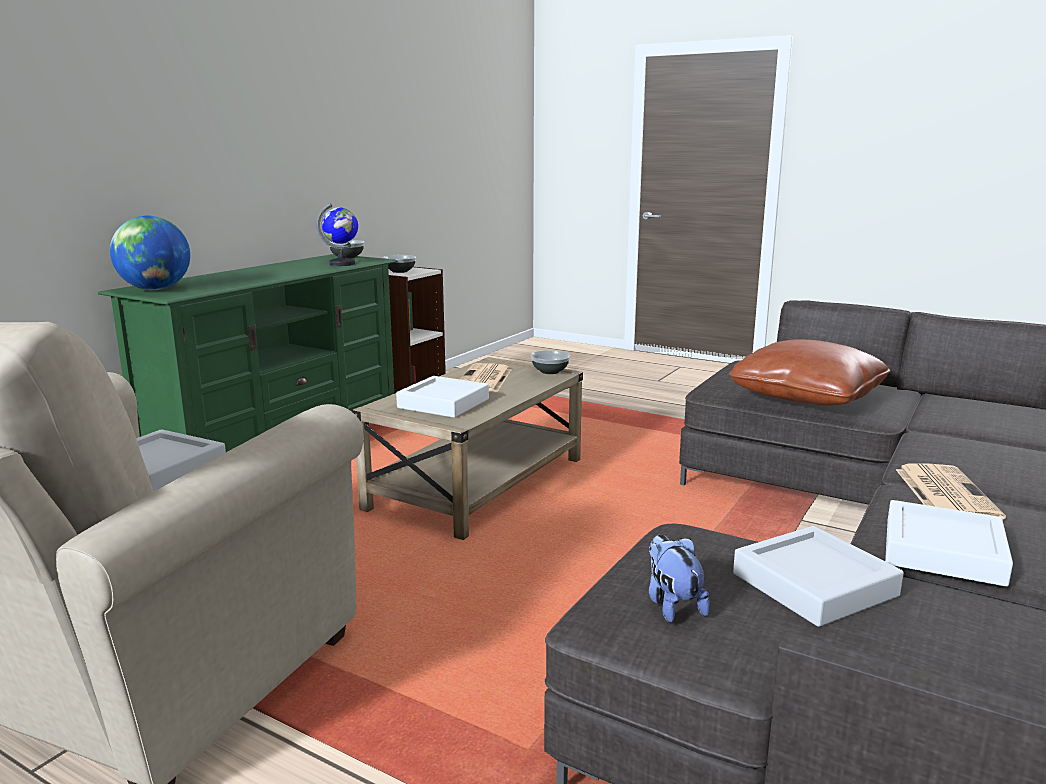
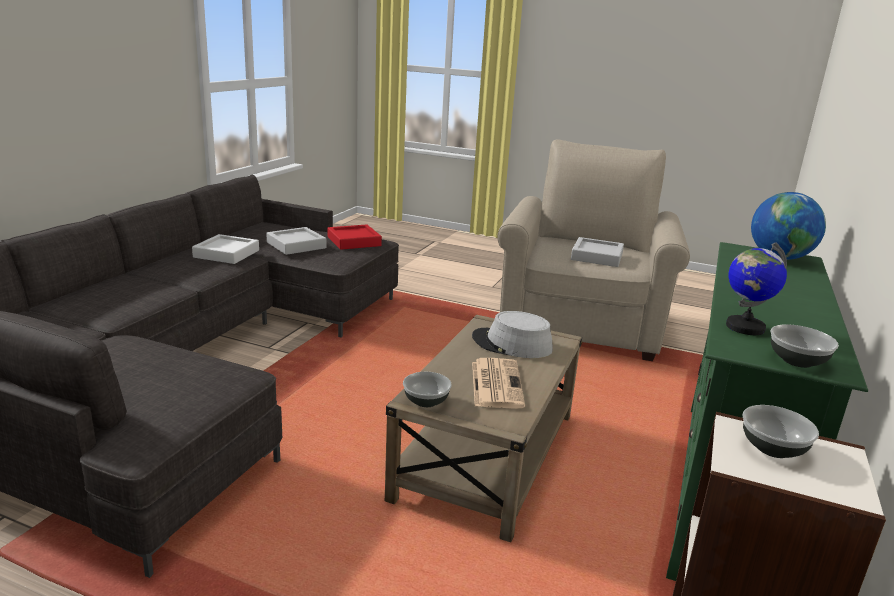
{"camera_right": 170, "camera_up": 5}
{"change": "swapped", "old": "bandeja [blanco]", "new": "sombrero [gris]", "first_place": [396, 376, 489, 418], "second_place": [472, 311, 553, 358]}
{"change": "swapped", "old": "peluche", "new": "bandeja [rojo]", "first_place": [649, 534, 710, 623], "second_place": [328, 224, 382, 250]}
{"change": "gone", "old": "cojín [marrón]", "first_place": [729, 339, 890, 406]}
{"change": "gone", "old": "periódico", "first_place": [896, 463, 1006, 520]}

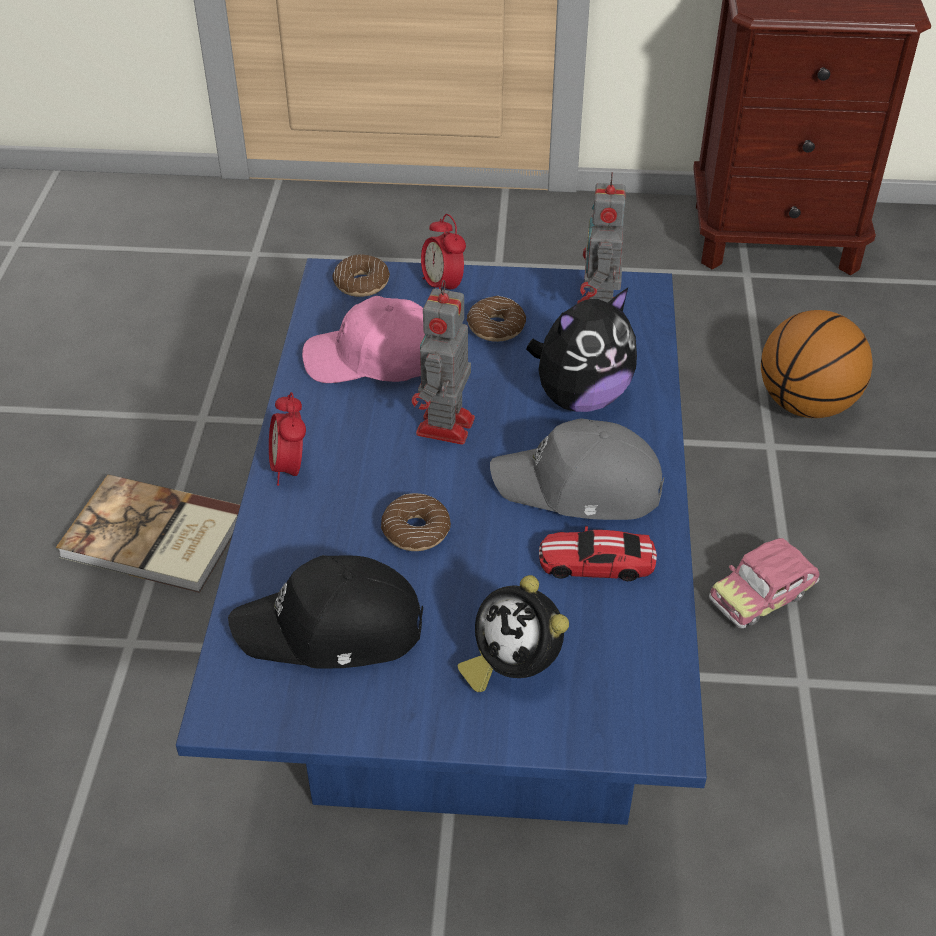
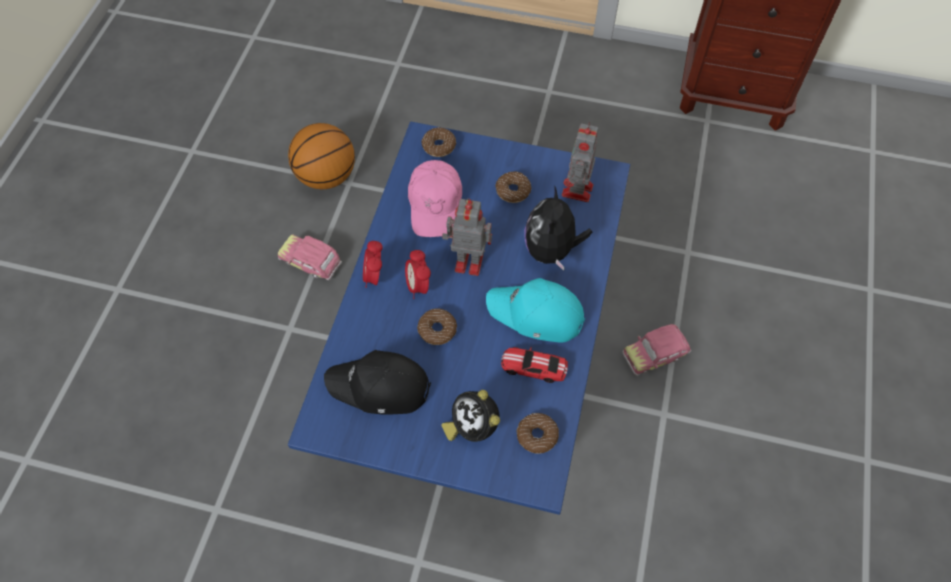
{"camera_right": 10, "camera_up": 15}
{"change": "swapped", "old": "libro", "new": "coche de juguete", "first_place": [56, 474, 240, 593], "second_place": [278, 235, 342, 280]}
{"change": "rotated", "old": "gorra [rosa]", "first_place": [302, 296, 425, 383], "second_place": [408, 160, 462, 237], "degrees": -105}
{"change": "rotated", "old": "robot de juguete", "first_place": [411, 279, 475, 445], "second_place": [442, 198, 492, 276], "degrees": 75}
{"change": "shifted", "old": "despertador", "first_place": [421, 214, 466, 290], "second_place": [405, 250, 431, 299]}
{"change": "repainted", "old": "gorra [gris]", "new": "gorra [turquesa]", "first_place": [490, 419, 664, 520], "second_place": [486, 278, 586, 343]}
{"change": "rotated", "old": "peluche", "first_place": [526, 288, 637, 412], "second_place": [524, 185, 592, 271], "degrees": 120}
{"change": "shifted", "old": "balón de baloncesto", "first_place": [761, 310, 873, 418], "second_place": [288, 123, 355, 189]}
{"change": "new", "new": "rosquilla", "second_place": [516, 413, 559, 454]}

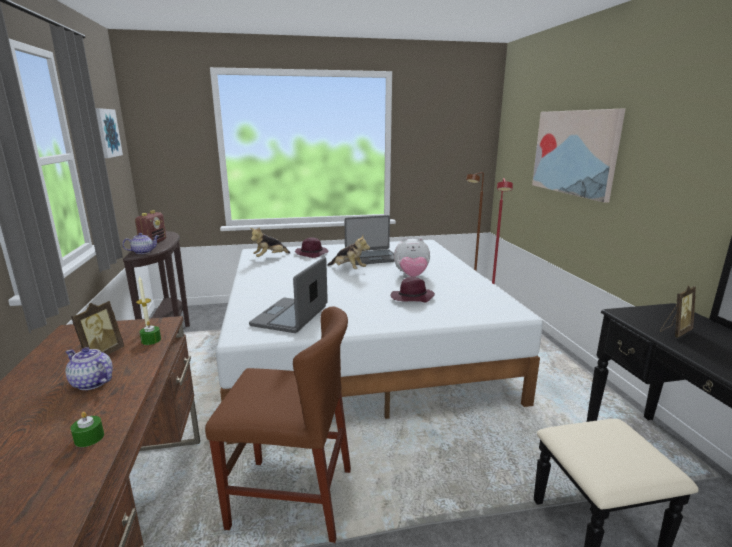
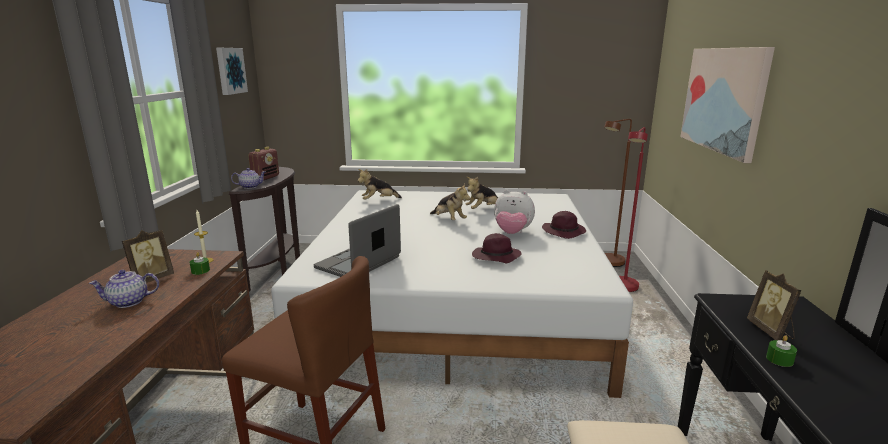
{"camera_right": 15, "camera_up": 0}
{"change": "rotated", "old": "tetera", "first_place": [66, 347, 113, 390], "second_place": [89, 270, 159, 308], "degrees": -60}
{"change": "shifted", "old": "vela [verde]", "first_place": [71, 412, 104, 447], "second_place": [766, 335, 797, 367]}
{"change": "shifted", "old": "sombrero [morado]", "first_place": [295, 237, 329, 258], "second_place": [542, 211, 586, 239]}
{"change": "swapped", "old": "portátil", "new": "peluche", "first_place": [345, 215, 395, 265], "second_place": [465, 177, 498, 209]}
{"change": "rotated", "old": "portarretratos", "first_place": [660, 285, 696, 338], "second_place": [747, 270, 802, 340], "degrees": 105}

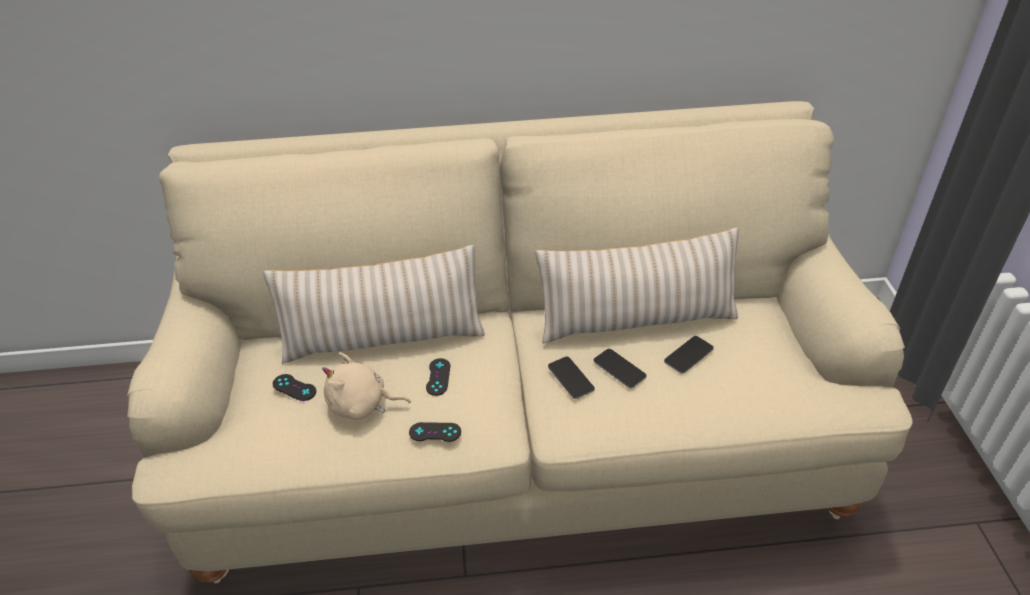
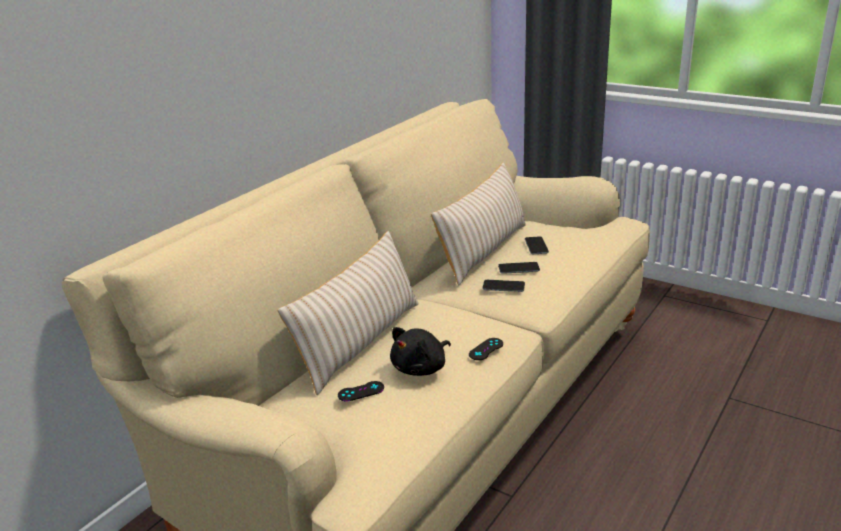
{"camera_right": -50, "camera_up": -15}
{"change": "repainted", "old": "peluche [beis]", "new": "peluche [negro]", "first_place": [322, 352, 411, 420], "second_place": [390, 327, 451, 376]}
{"change": "gone", "old": "mando de consola [negro]", "first_place": [426, 358, 450, 396]}

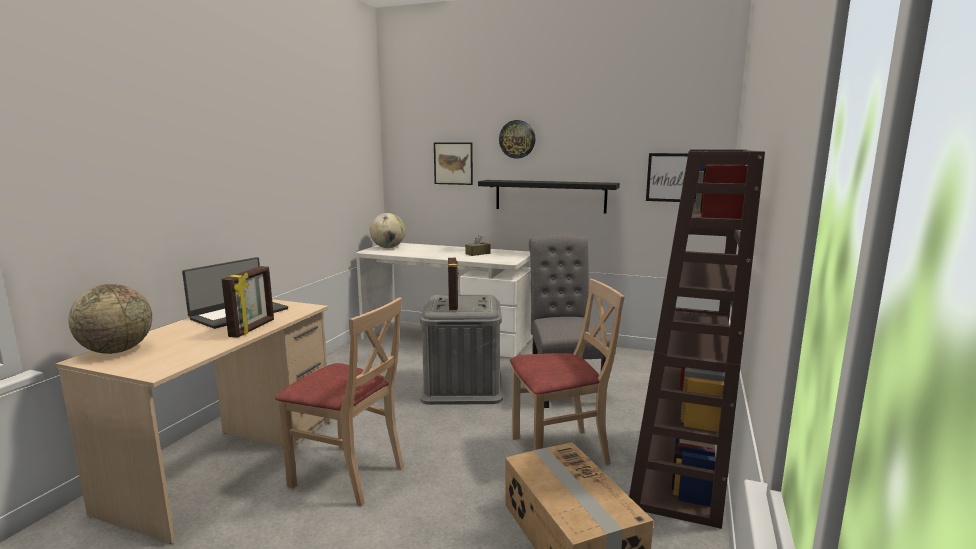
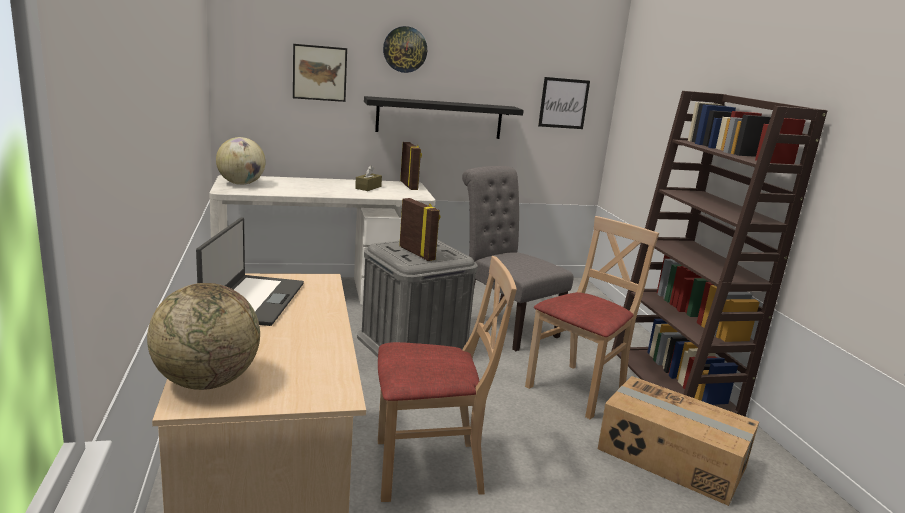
{"camera_right": -35, "camera_up": 5}
{"change": "shifted", "old": "portarretratos", "first_place": [222, 266, 274, 338], "second_place": [400, 142, 422, 190]}

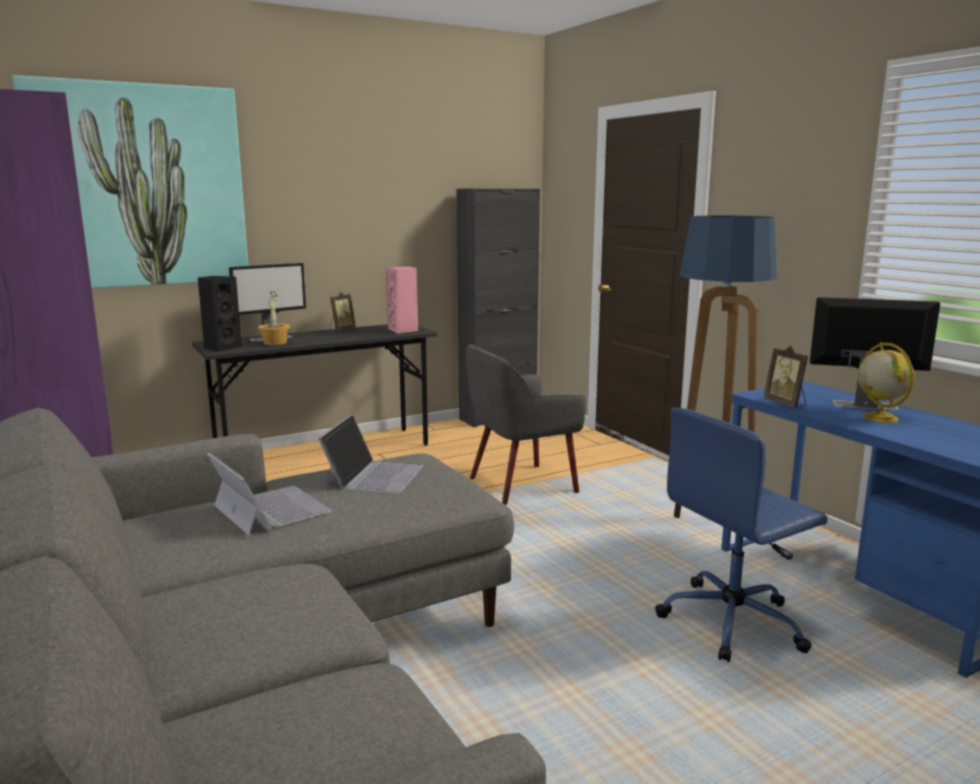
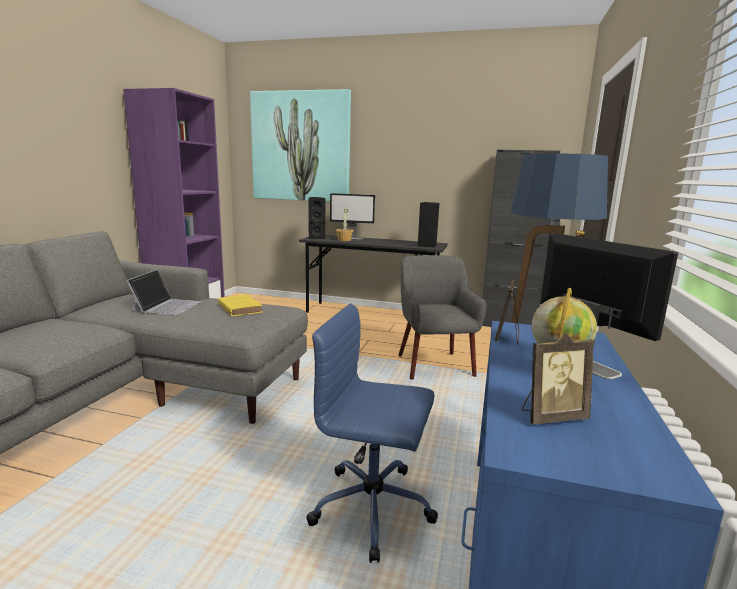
{"camera_right": 45, "camera_up": 0}
{"change": "swapped", "old": "portátil", "new": "libro [amarillo]", "first_place": [318, 414, 423, 494], "second_place": [218, 294, 263, 316]}
{"change": "shifted", "old": "portarretratos", "first_place": [329, 291, 356, 331], "second_place": [522, 332, 594, 424]}
{"change": "repainted", "old": "altavoz [rosa]", "new": "altavoz [negro]", "first_place": [386, 266, 419, 334], "second_place": [418, 202, 439, 247]}
{"change": "rotated", "old": "sillón [gris]", "first_place": [466, 344, 586, 505], "second_place": [398, 255, 487, 380], "degrees": 60}

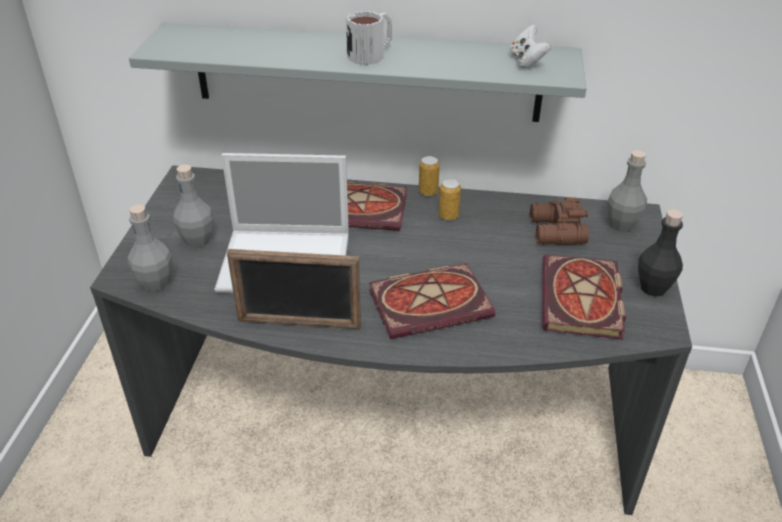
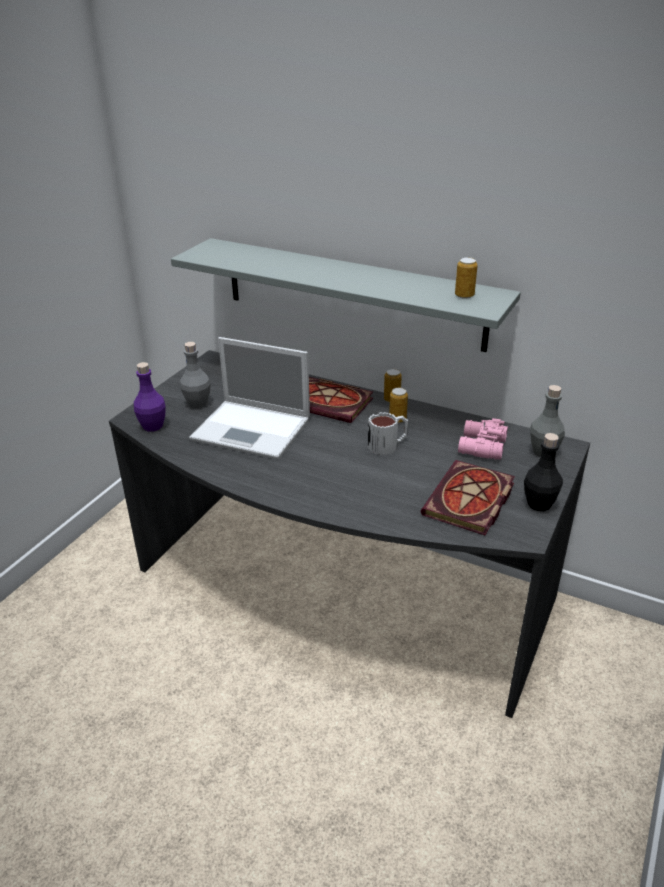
{"camera_right": 20, "camera_up": -5}
{"change": "repainted", "old": "botella [gris]", "new": "botella [morado]", "first_place": [128, 204, 172, 292], "second_place": [134, 362, 166, 431]}
{"change": "gone", "old": "portarretratos", "first_place": [227, 249, 361, 329]}
{"change": "shifted", "old": "taza grande", "first_place": [346, 11, 392, 65], "second_place": [368, 412, 408, 455]}
{"change": "gone", "old": "libro", "first_place": [369, 263, 495, 339]}
{"change": "swapped", "old": "mando de consola [blanco]", "new": "lata", "first_place": [510, 25, 551, 68], "second_place": [455, 257, 478, 299]}
{"change": "repainted", "old": "prismáticos [marrón]", "new": "prismáticos [rosa]", "first_place": [530, 197, 589, 245], "second_place": [458, 418, 508, 460]}

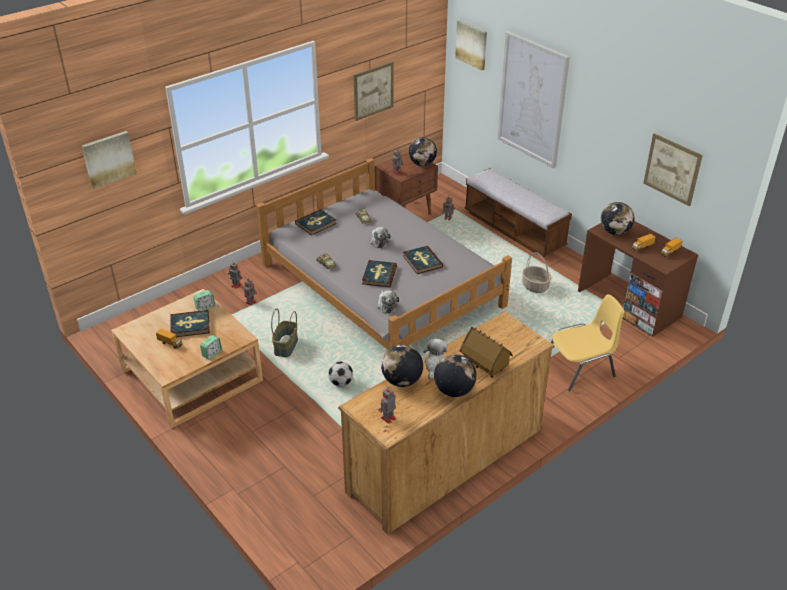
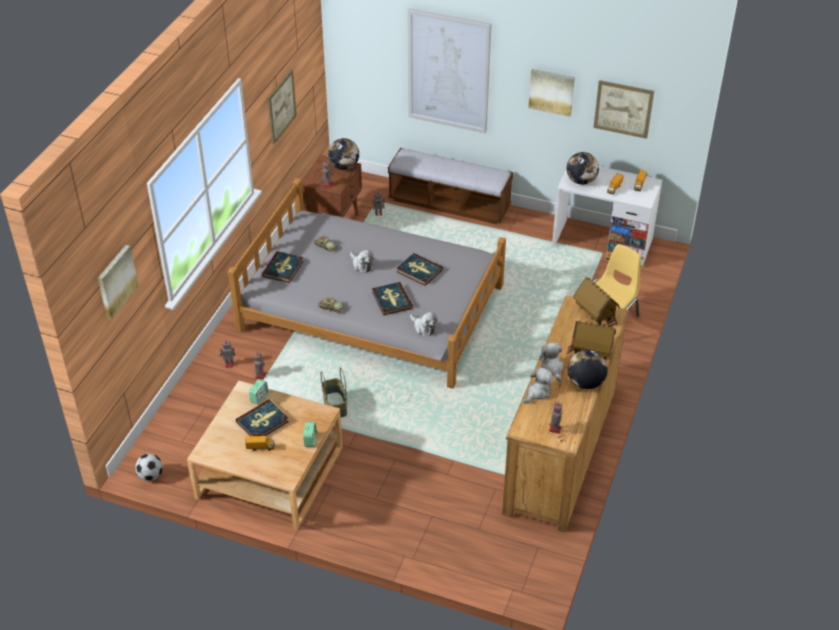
{"camera_right": -30, "camera_up": 5}
{"change": "shifted", "old": "balón de fútbol", "first_place": [328, 362, 353, 387], "second_place": [135, 454, 163, 481]}
{"change": "swapped", "old": "globo terráqueo", "new": "peluche", "first_place": [381, 345, 423, 387], "second_place": [523, 367, 553, 404]}
{"change": "shifted", "old": "cuadro", "first_place": [455, 20, 487, 70], "second_place": [529, 69, 575, 116]}
{"change": "gone", "old": "cesta", "first_place": [522, 252, 551, 293]}
{"change": "repainted", "old": "escritorio [marrón]", "new": "escritorio [blanco]", "first_place": [578, 221, 698, 337], "second_place": [552, 166, 662, 267]}
{"change": "new", "new": "casita", "second_place": [573, 277, 620, 327]}

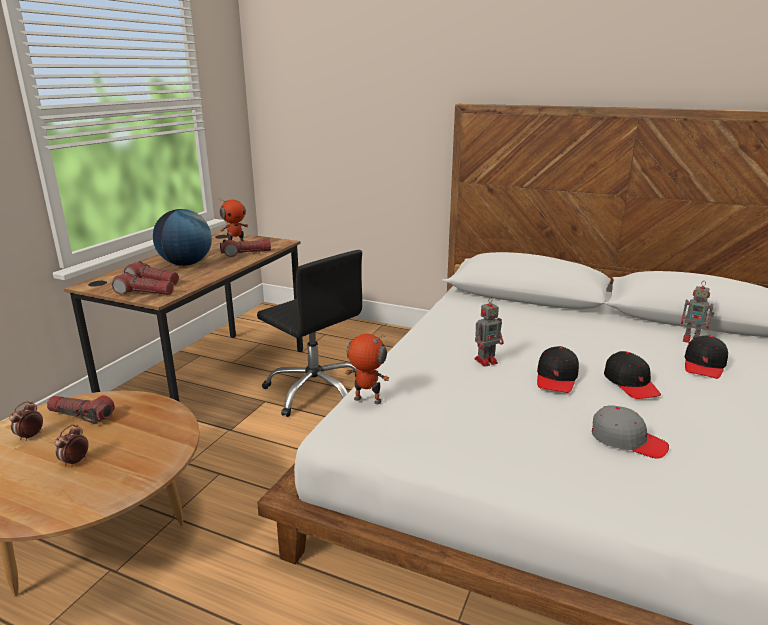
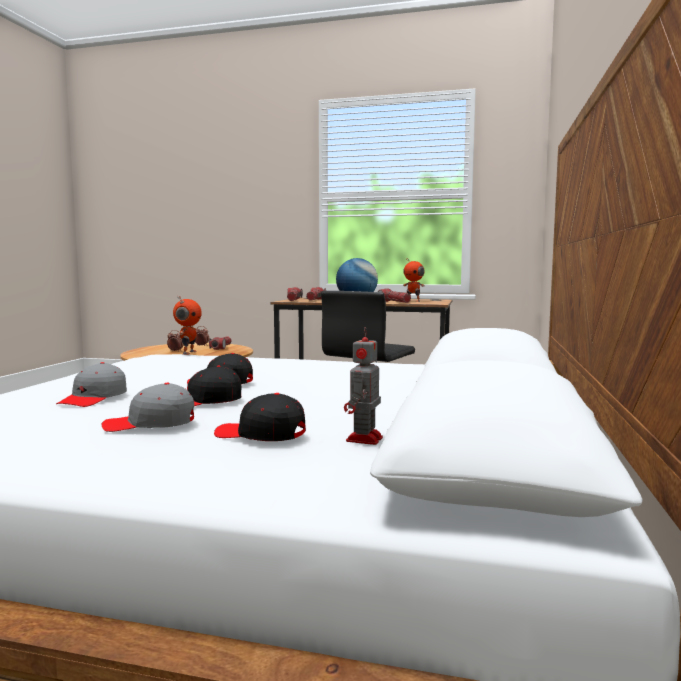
{"camera_right": 80, "camera_up": -15}
{"change": "gone", "old": "robot de juguete", "first_place": [474, 297, 504, 367]}
{"change": "new", "new": "gorra [gris]", "second_place": [101, 383, 194, 432]}

